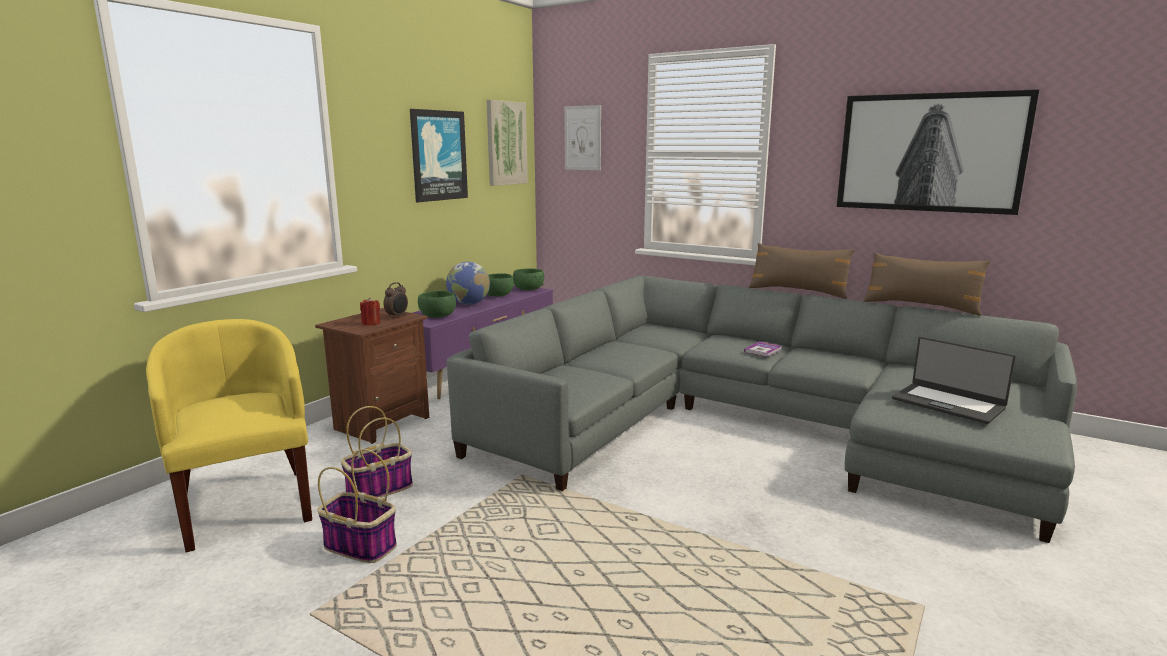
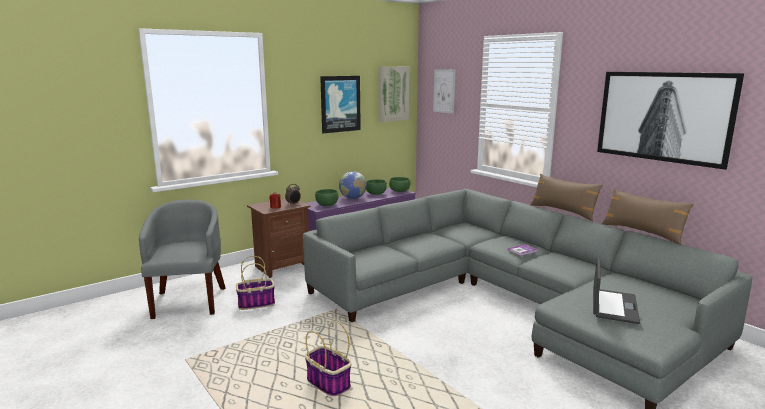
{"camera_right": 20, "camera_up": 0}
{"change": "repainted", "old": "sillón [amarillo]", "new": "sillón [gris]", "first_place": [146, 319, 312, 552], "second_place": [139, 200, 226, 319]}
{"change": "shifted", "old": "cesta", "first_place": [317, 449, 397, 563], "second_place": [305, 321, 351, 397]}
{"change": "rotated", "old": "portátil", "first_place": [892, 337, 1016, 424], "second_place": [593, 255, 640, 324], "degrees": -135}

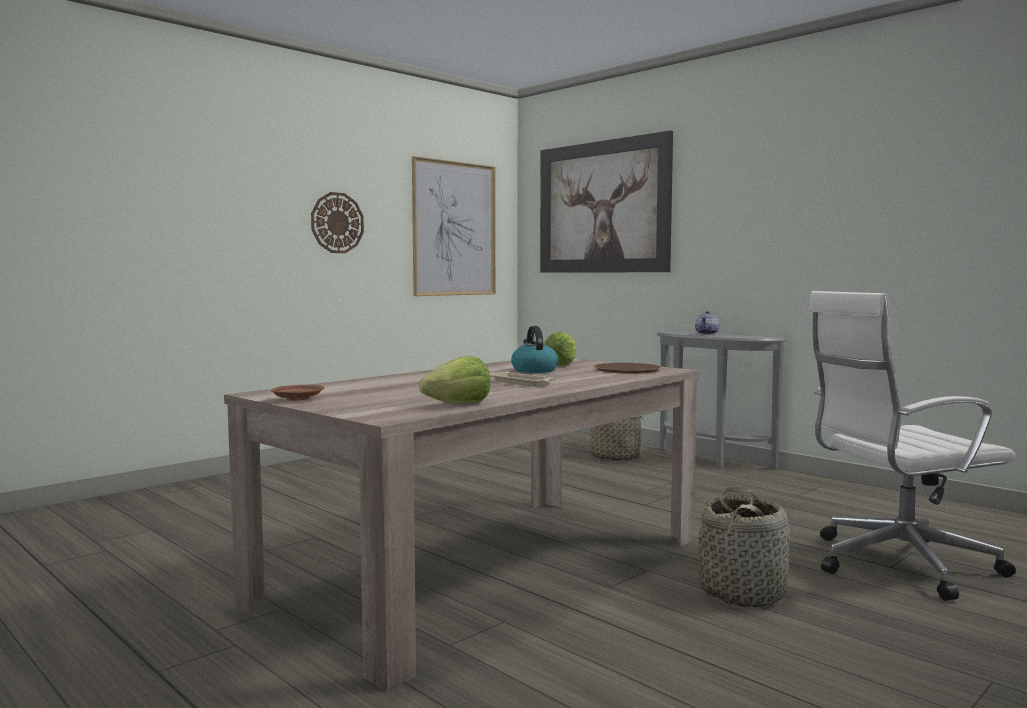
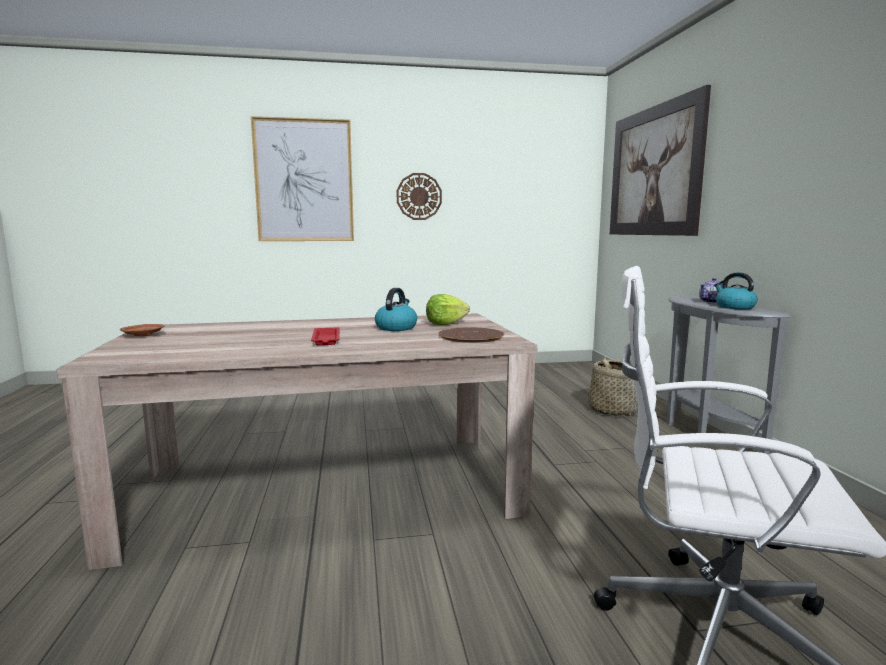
{"camera_right": 35, "camera_up": 5}
{"change": "shifted", "old": "cuadro", "first_place": [412, 156, 496, 296], "second_place": [251, 116, 354, 241]}
{"change": "gone", "old": "lechuga", "first_place": [419, 356, 491, 404]}
{"change": "repainted", "old": "bandeja [beis]", "new": "bandeja [rojo]", "first_place": [489, 371, 555, 387], "second_place": [311, 327, 340, 345]}
{"change": "gone", "old": "cesta", "first_place": [698, 487, 790, 608]}
{"change": "new", "new": "hervidor", "second_place": [714, 272, 758, 309]}

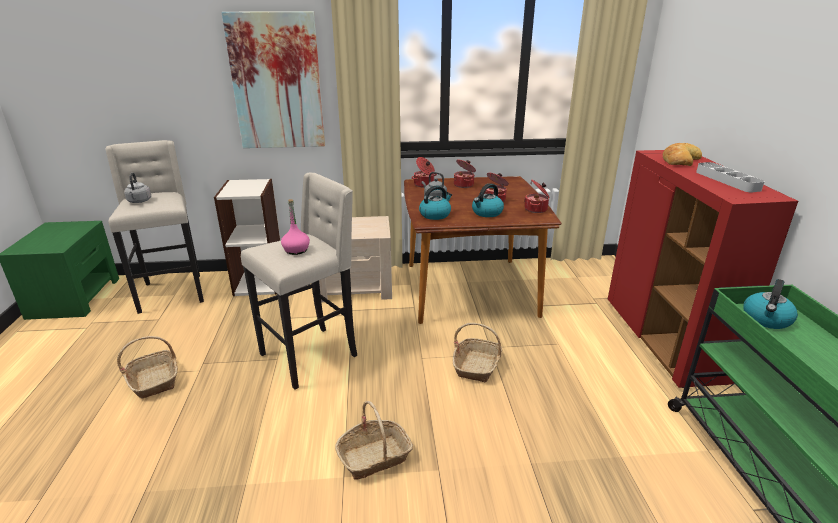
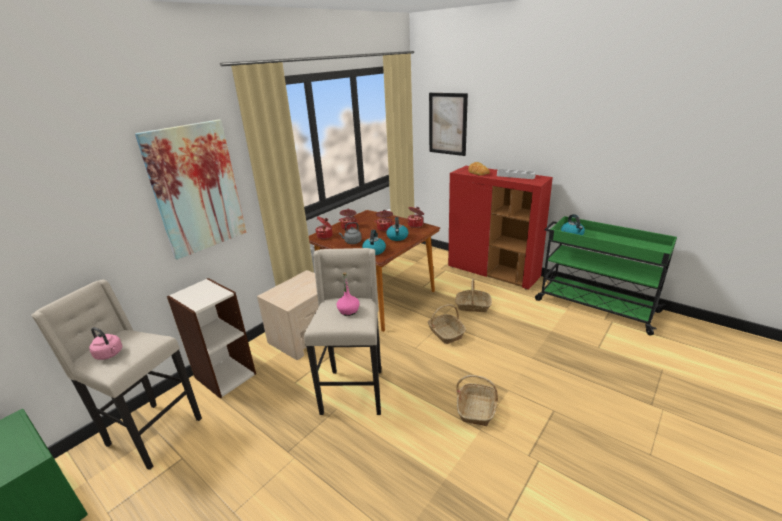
{"camera_right": -45, "camera_up": 0}
{"change": "shifted", "old": "cesta", "first_place": [117, 336, 178, 398], "second_place": [455, 279, 492, 312]}
{"change": "repainted", "old": "hervidor [gris]", "new": "hervidor [rosa]", "first_place": [124, 173, 151, 203], "second_place": [89, 327, 122, 360]}
{"change": "new", "new": "cuadro", "second_place": [429, 93, 468, 156]}

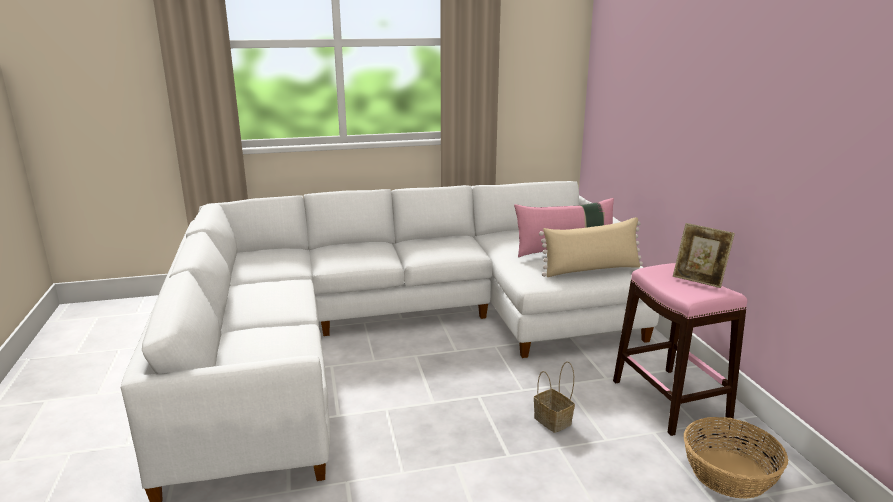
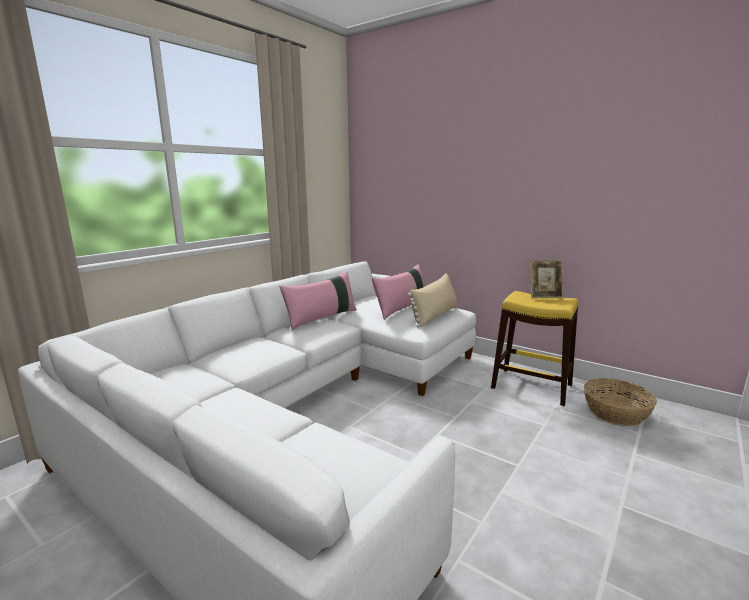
{"camera_right": -40, "camera_up": -5}
{"change": "gone", "old": "cesta", "first_place": [534, 361, 575, 433]}
{"change": "repainted", "old": "taburete [rosa]", "new": "taburete [amarillo]", "first_place": [613, 263, 747, 436], "second_place": [491, 291, 579, 406]}
{"change": "new", "new": "cojín [rosa]", "second_place": [279, 271, 357, 331]}

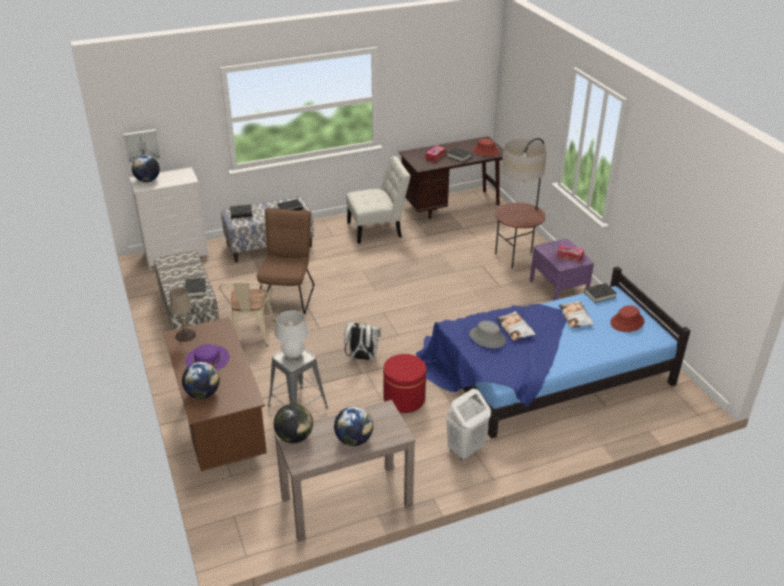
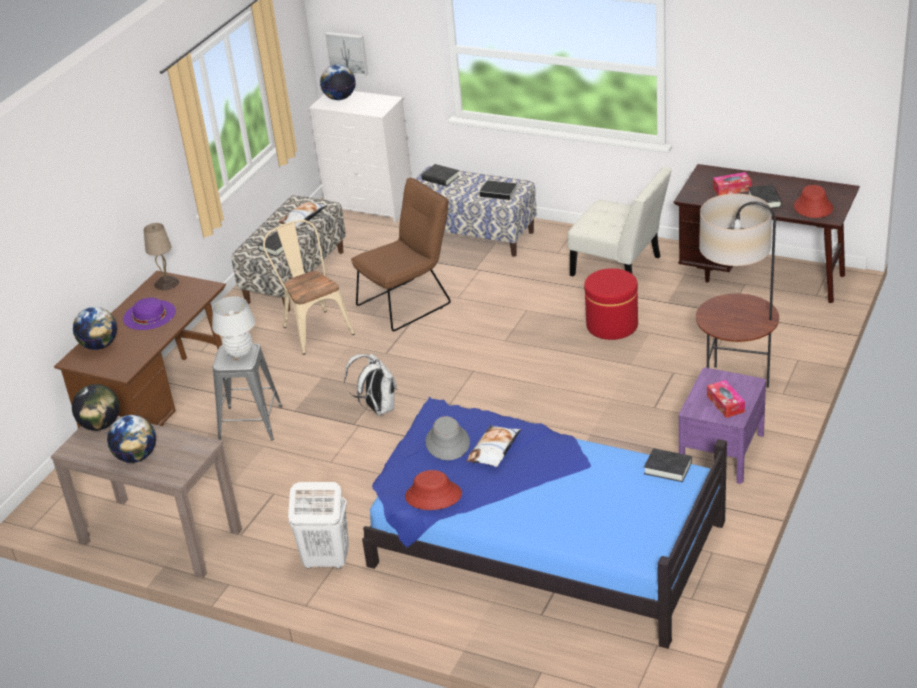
{"camera_right": 50, "camera_up": 0}
{"change": "rotated", "old": "silla [beis]", "first_place": [219, 282, 275, 346], "second_place": [263, 220, 355, 355], "degrees": 105}
{"change": "shifted", "old": "puf [rojo]", "first_place": [383, 354, 426, 413], "second_place": [584, 268, 638, 340]}
{"change": "shifted", "old": "cojín", "first_place": [559, 301, 594, 328], "second_place": [277, 202, 327, 228]}
{"change": "shifted", "old": "sombrero [rojo]", "first_place": [610, 305, 645, 332], "second_place": [405, 470, 462, 510]}

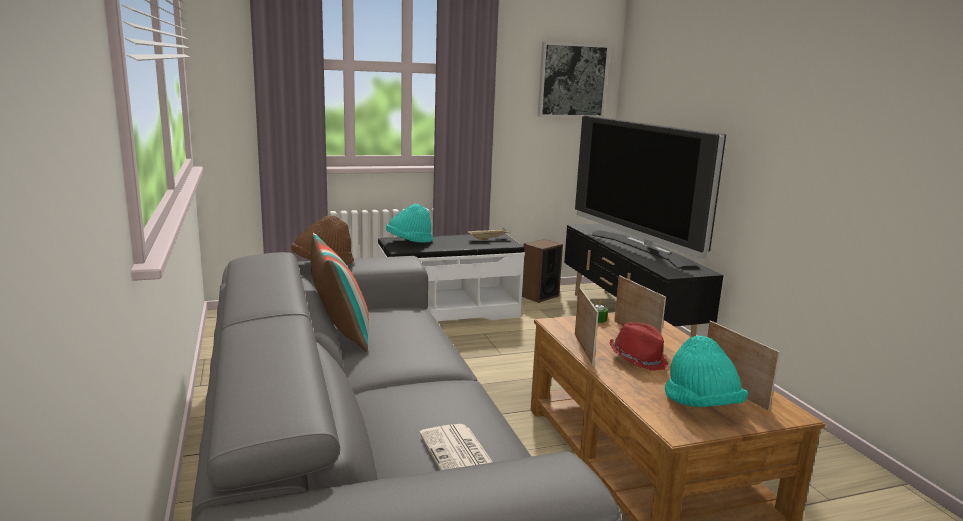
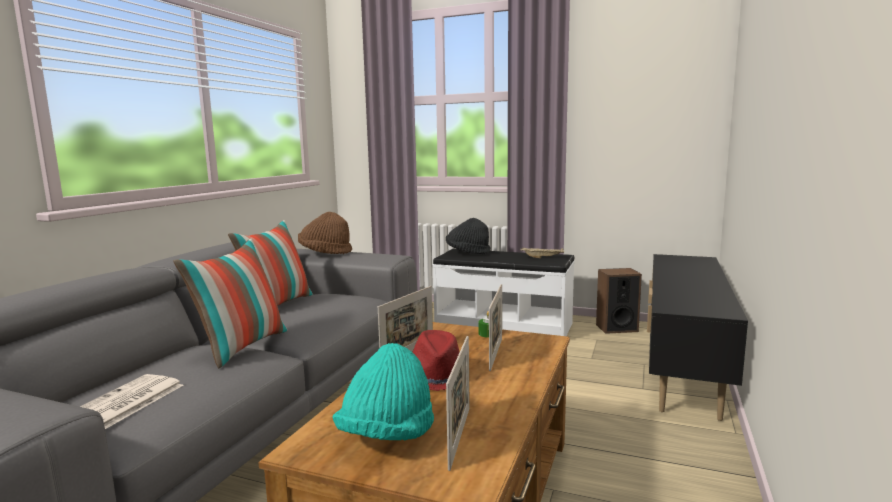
{"camera_right": 40, "camera_up": -5}
{"change": "repainted", "old": "sombrero [turquesa]", "new": "sombrero [negro]", "first_place": [386, 204, 433, 243], "second_place": [446, 218, 490, 254]}
{"change": "gone", "old": "cuadro", "first_place": [538, 42, 610, 118]}
{"change": "gone", "old": "televisor", "first_place": [575, 115, 726, 269]}
{"change": "new", "new": "cojín", "second_place": [173, 239, 287, 369]}

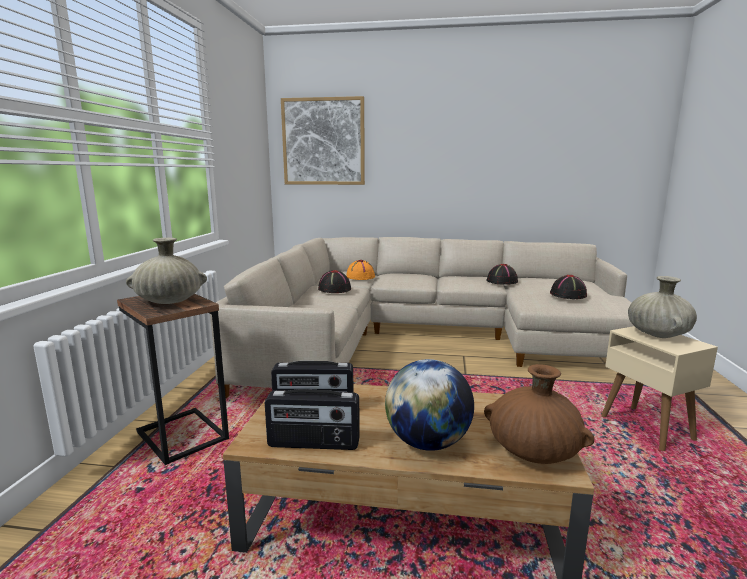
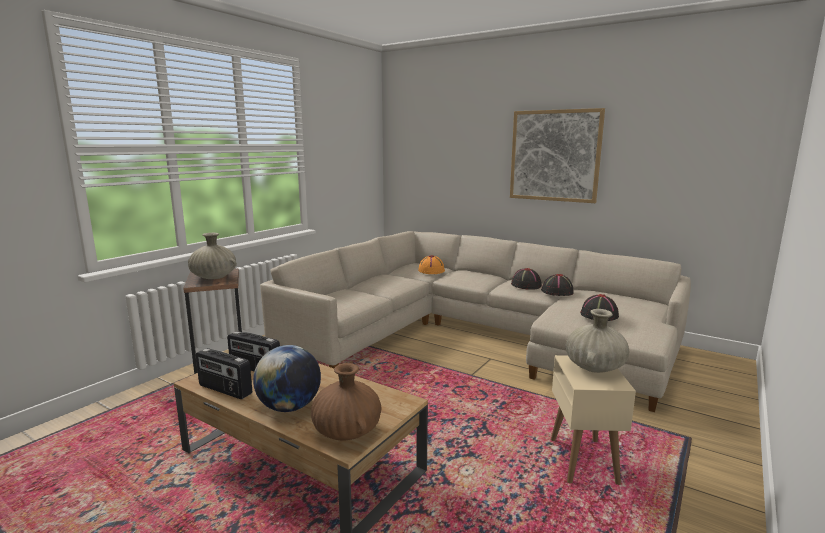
{"camera_right": 25, "camera_up": 0}
{"change": "shifted", "old": "cuadro", "first_place": [281, 96, 365, 185], "second_place": [510, 108, 605, 203]}
{"change": "shifted", "old": "sombrero [negro]", "first_place": [318, 270, 351, 293], "second_place": [511, 268, 542, 290]}

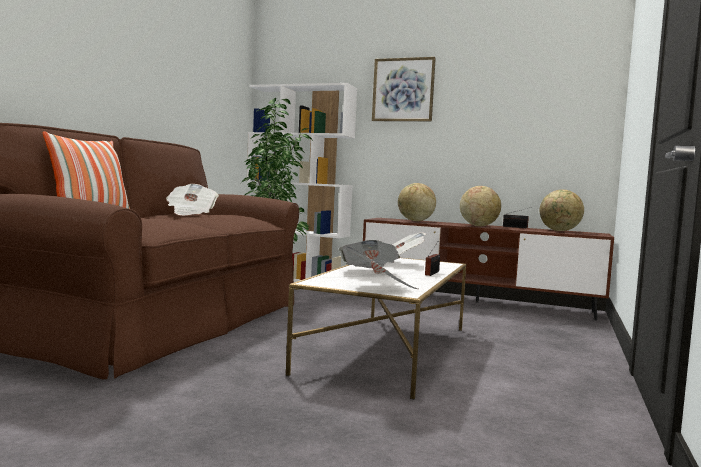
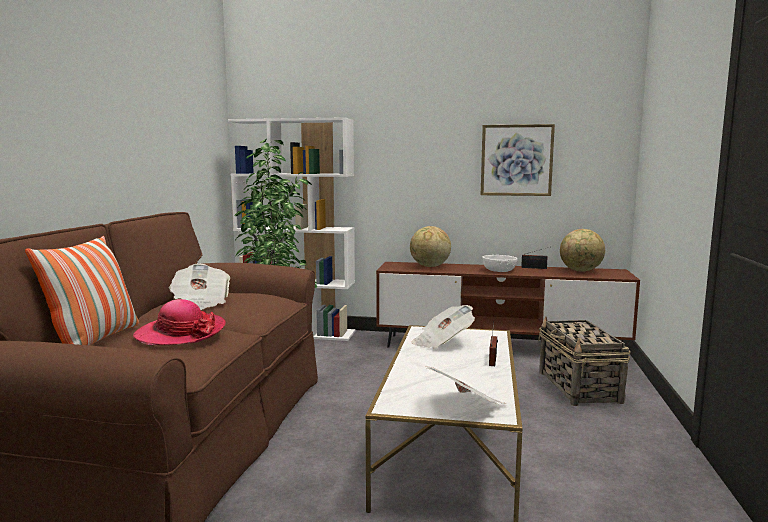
{"camera_right": -10, "camera_up": 5}
{"change": "gone", "old": "periódico", "first_place": [339, 240, 400, 268]}
{"change": "shifted", "old": "cuadro", "first_place": [372, 57, 436, 122], "second_place": [481, 124, 555, 196]}
{"change": "swapped", "old": "globo terráqueo", "new": "cuenco [blanco]", "first_place": [460, 186, 501, 226], "second_place": [482, 255, 517, 272]}
{"change": "new", "new": "sombrero", "second_place": [133, 299, 226, 345]}
{"change": "new", "new": "cesta", "second_place": [538, 316, 630, 406]}

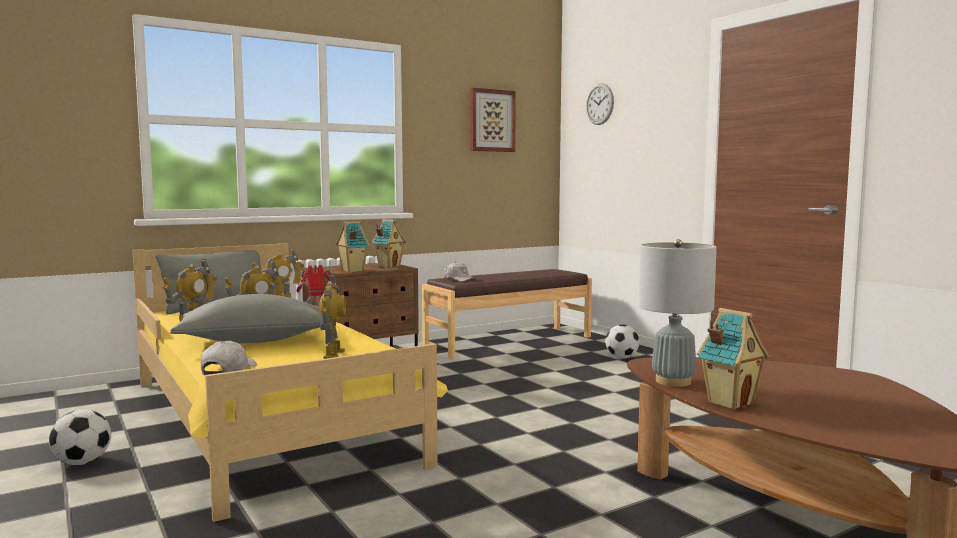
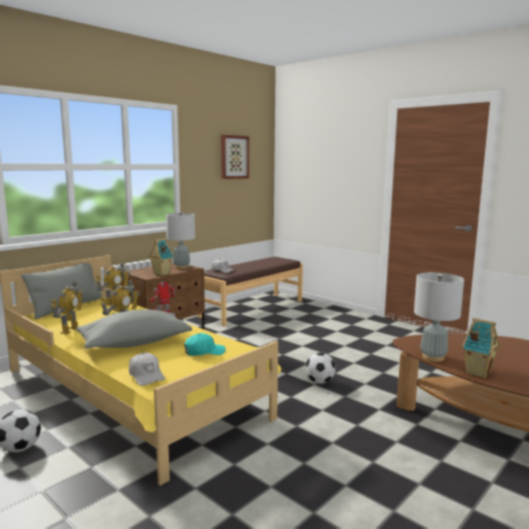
{"camera_right": -15, "camera_up": 5}
{"change": "rotated", "old": "gorra [blanco]", "first_place": [201, 341, 257, 375], "second_place": [129, 353, 165, 386], "degrees": 150}
{"change": "swapped", "old": "robot de juguete", "new": "gorra [turquesa]", "first_place": [319, 274, 346, 359], "second_place": [184, 333, 226, 356]}
{"change": "swapped", "old": "casita", "new": "lámpara de mesa [gris]", "first_place": [372, 219, 406, 268], "second_place": [166, 212, 195, 269]}
{"change": "gone", "old": "reloj de pared", "first_place": [586, 83, 614, 125]}
{"change": "shifted", "old": "balón de fútbol", "first_place": [605, 324, 640, 358], "second_place": [305, 352, 336, 384]}

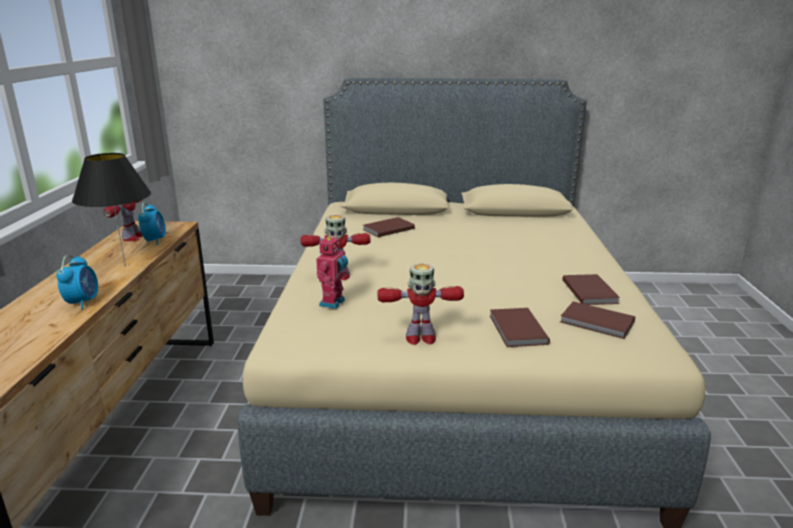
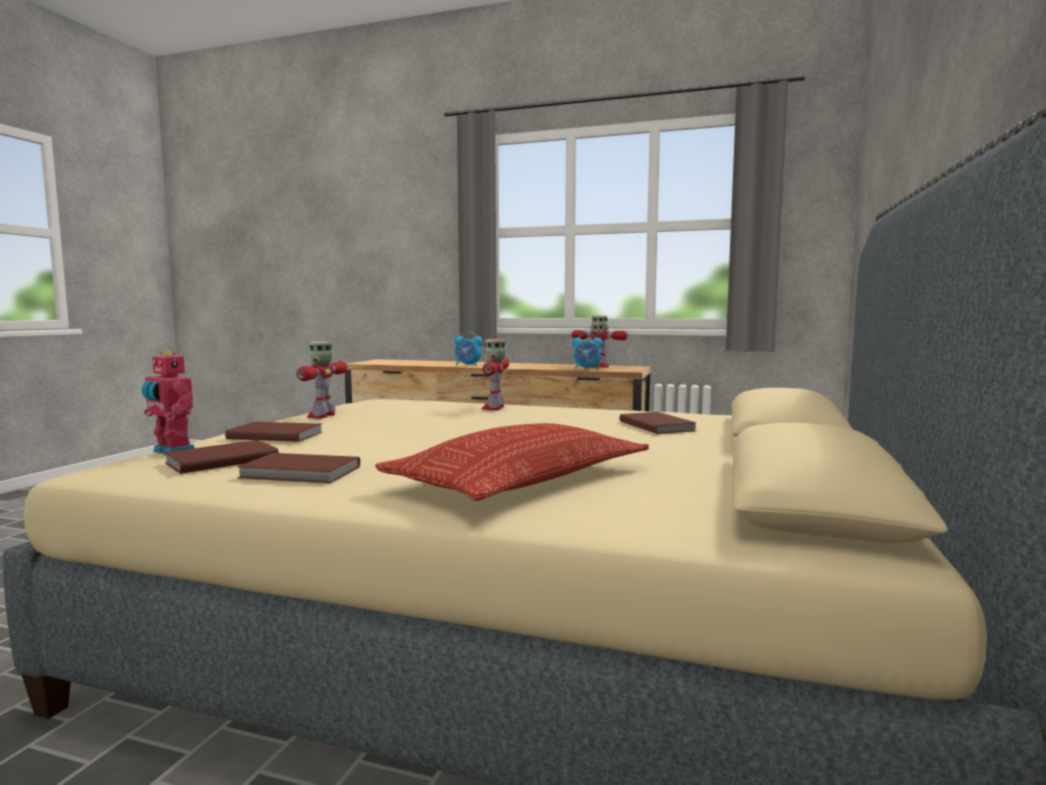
{"camera_right": 105, "camera_up": -15}
{"change": "gone", "old": "lámpara de mesa [negro]", "first_place": [72, 153, 151, 267]}
{"change": "shifted", "old": "robot de juguete", "first_place": [316, 235, 348, 309], "second_place": [142, 351, 195, 455]}
{"change": "new", "new": "cojín", "second_place": [375, 423, 649, 501]}

